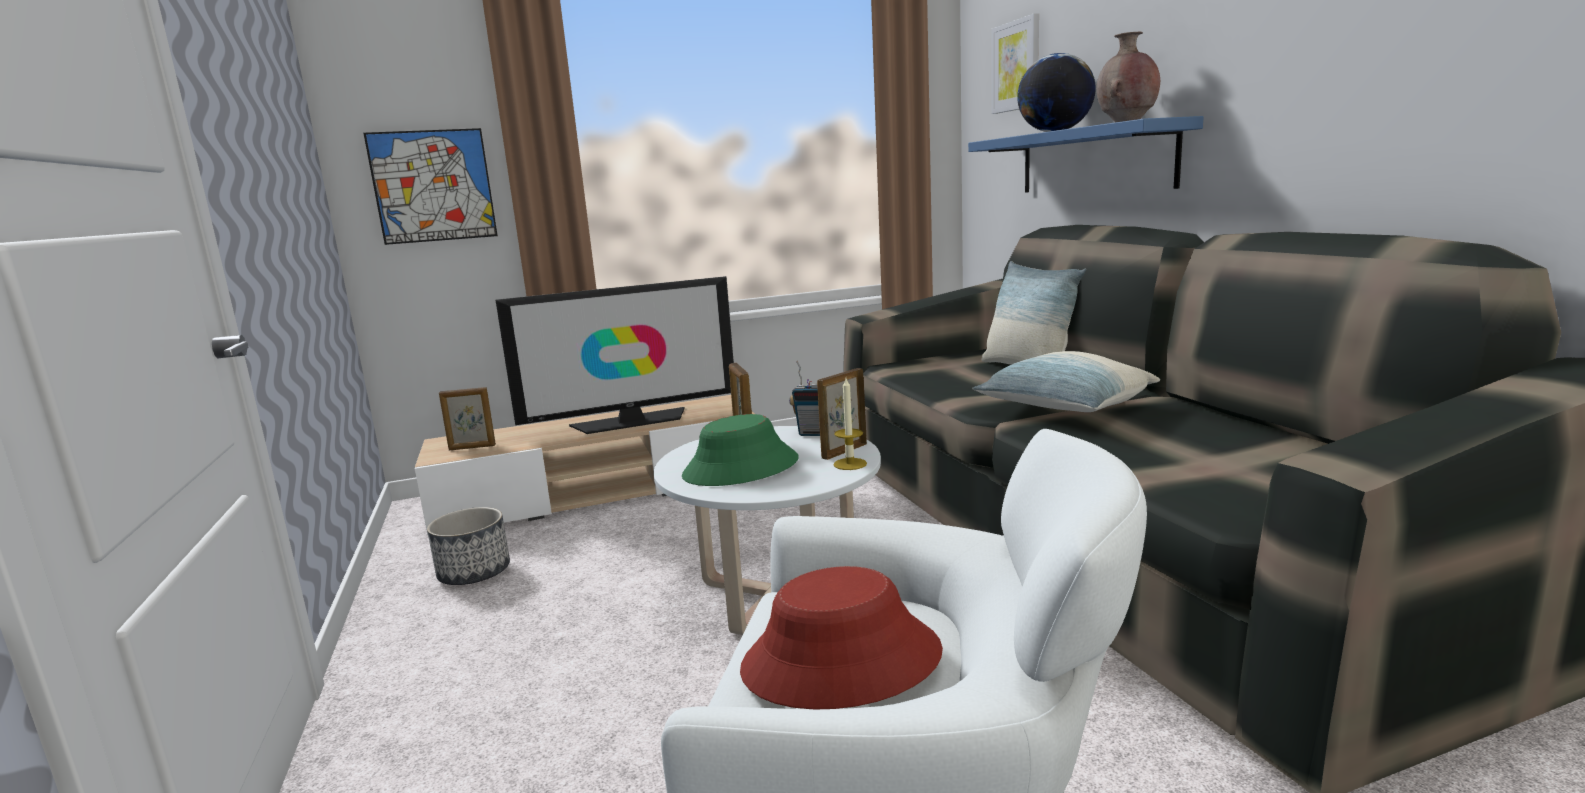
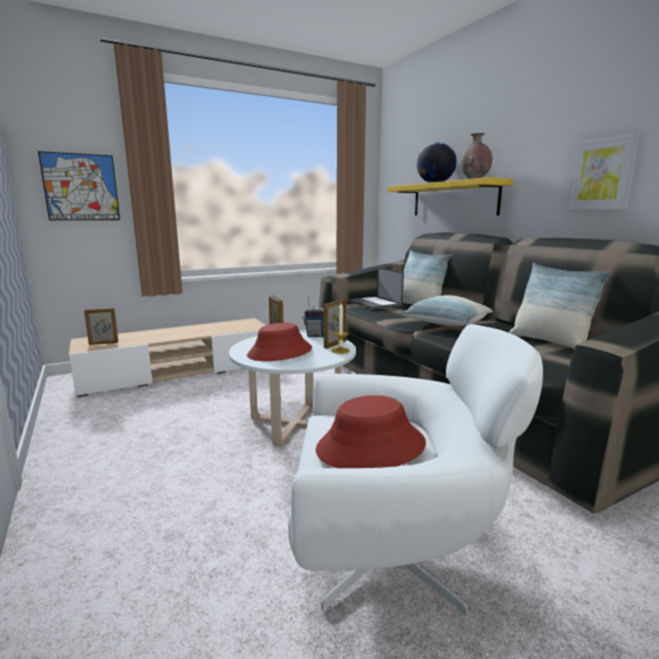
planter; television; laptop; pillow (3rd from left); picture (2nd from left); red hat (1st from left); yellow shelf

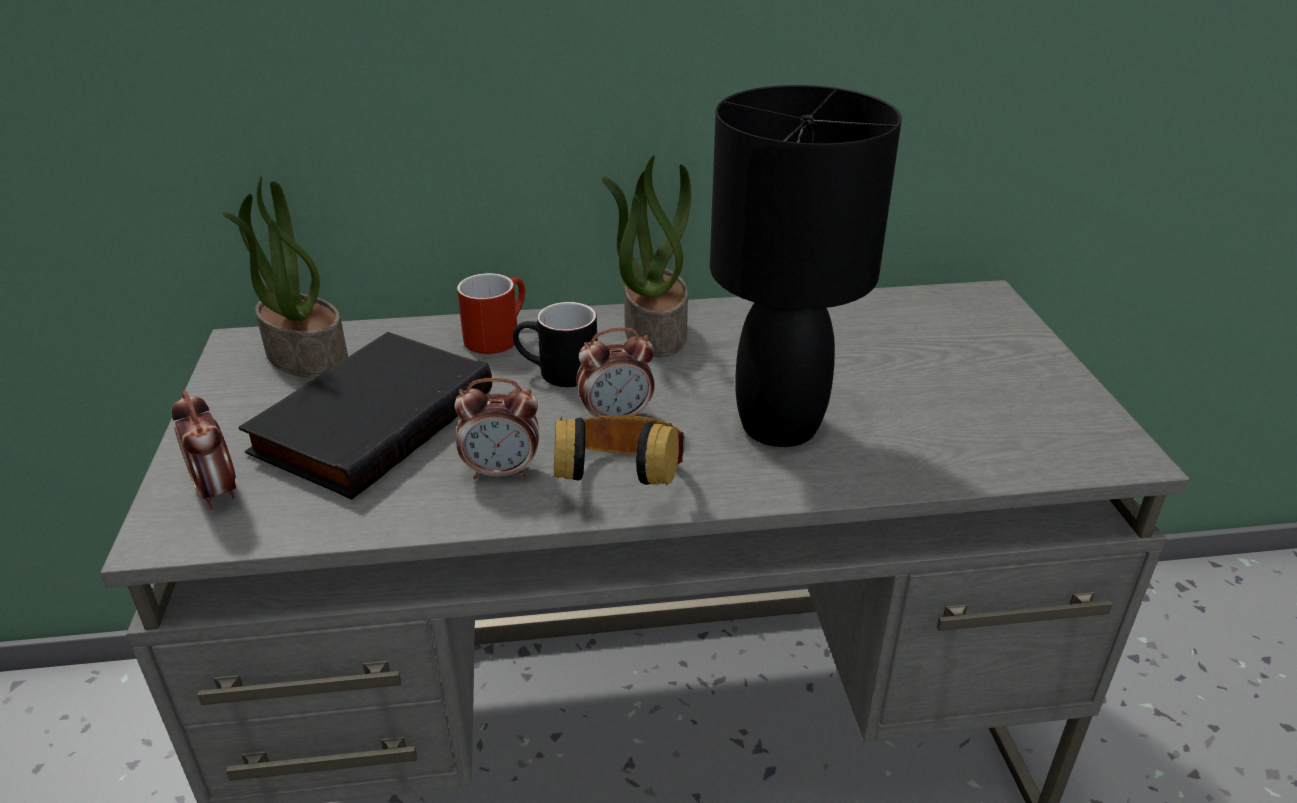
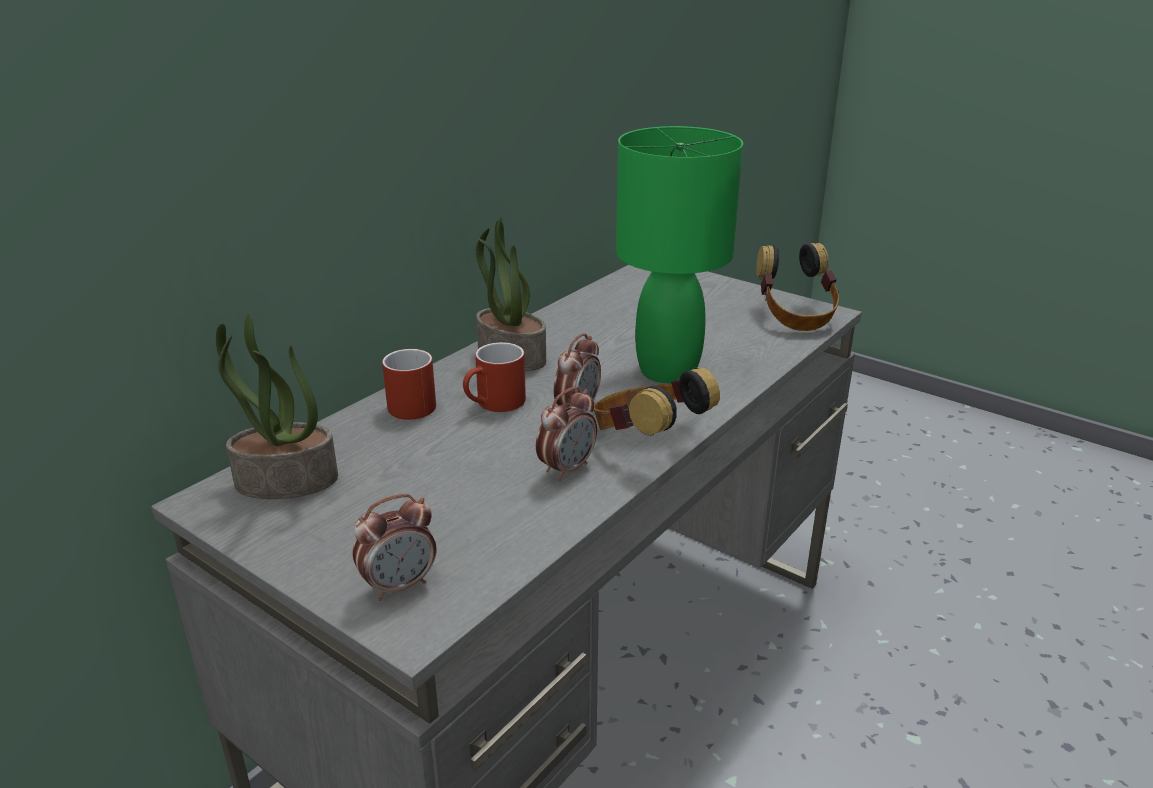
black book; headphones (2nd from left); red mug (2nd from left); green table lamp; alarm clock (1st from left)

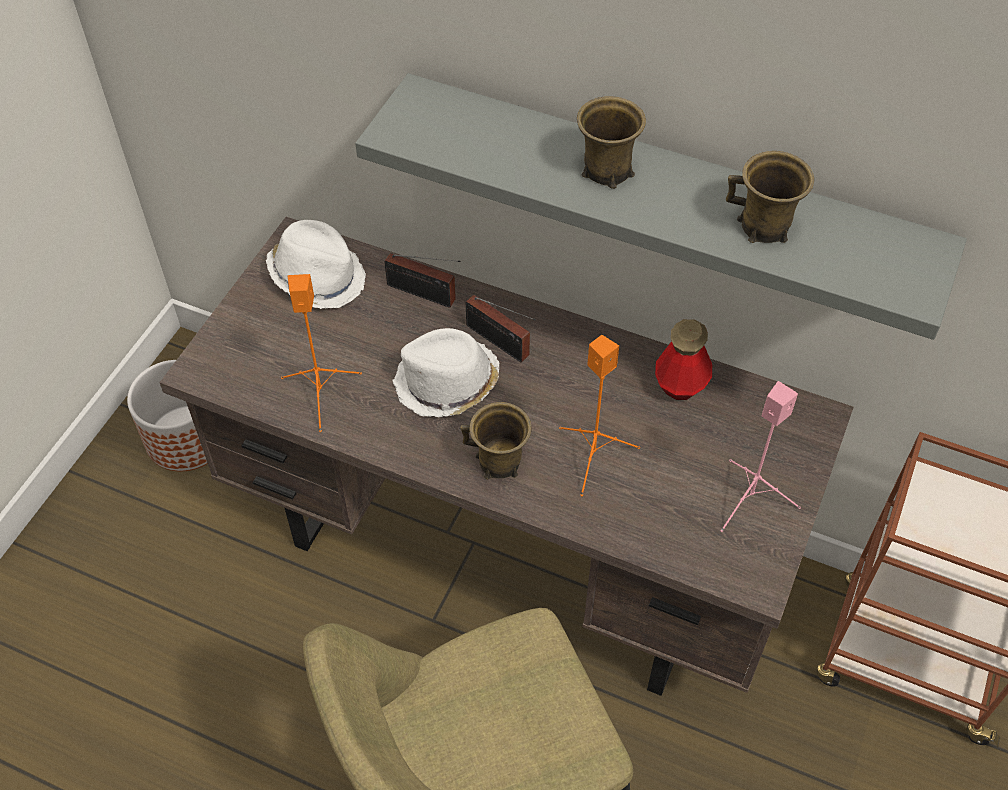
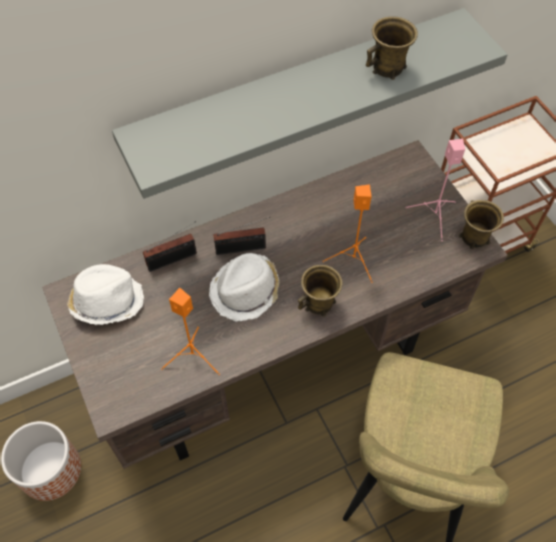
bottle; brown mug (3rd from left)

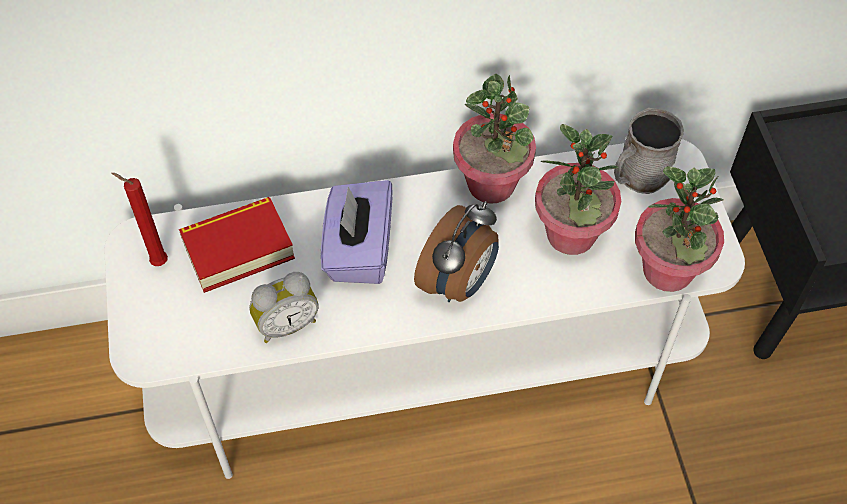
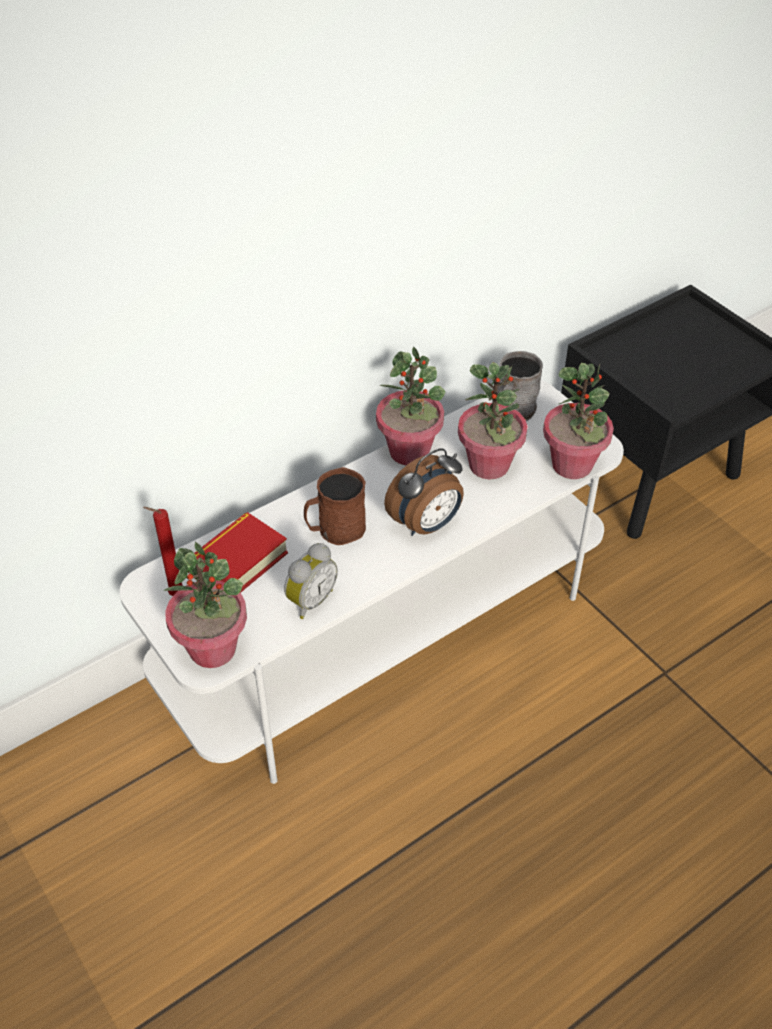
potted plant (1st from left); brown mug; alarm clock (2nd from left)

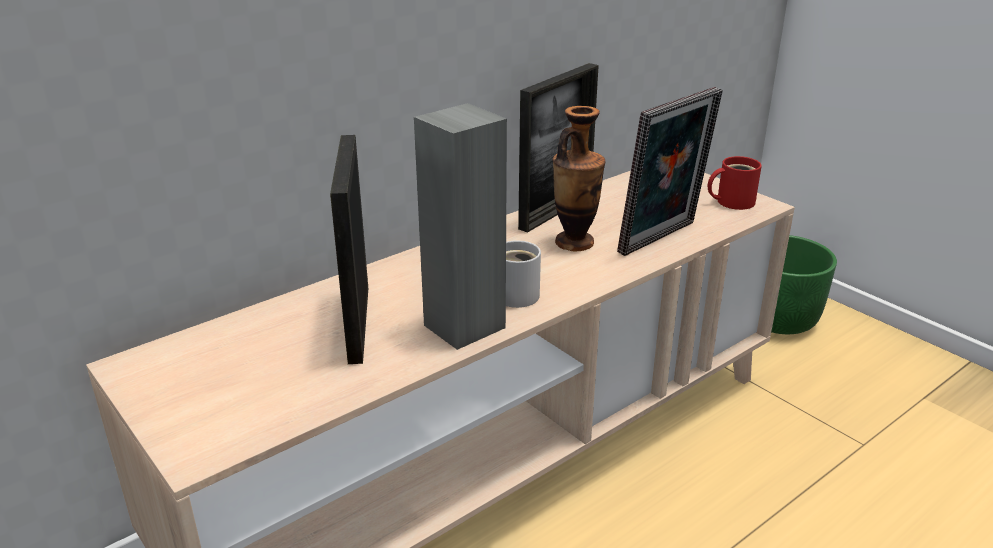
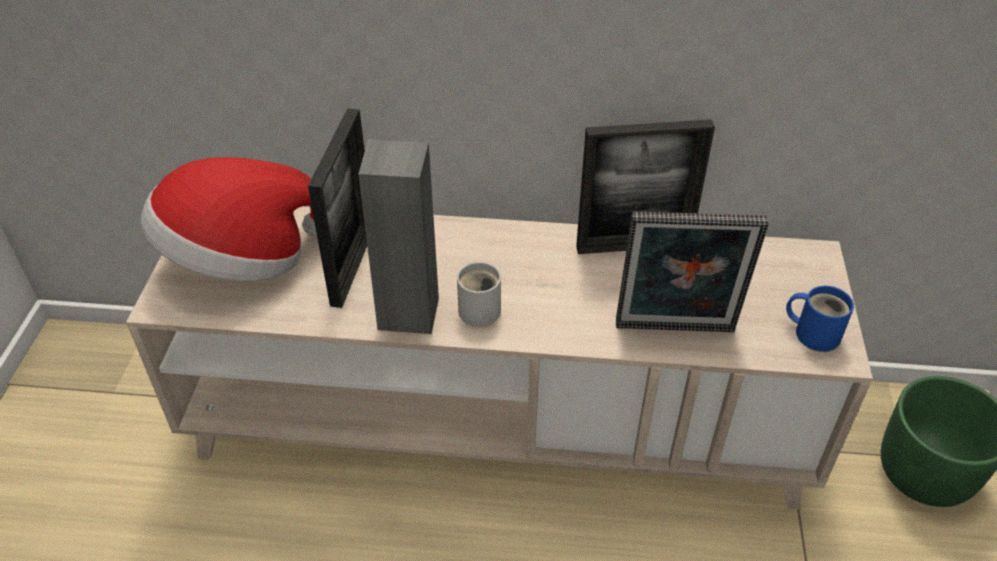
vase; hat; blue mug; picture frame (1st from left)

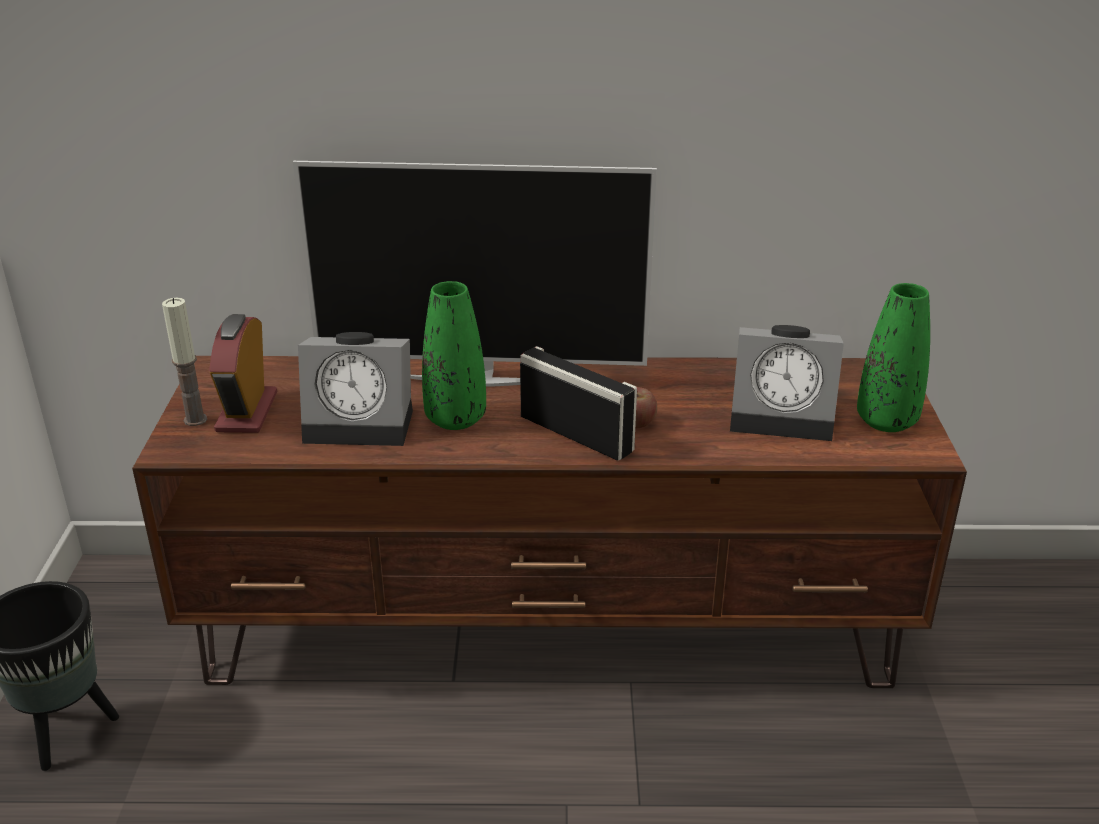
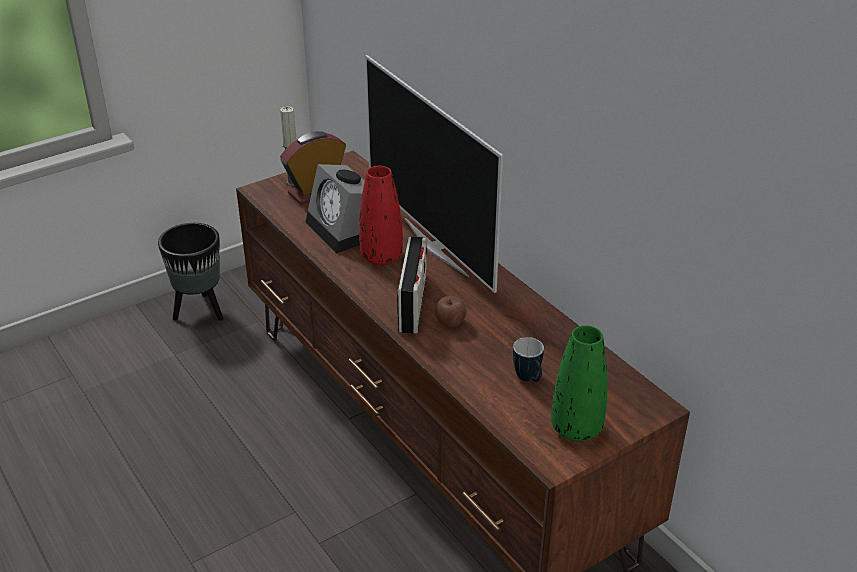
mug; red vase

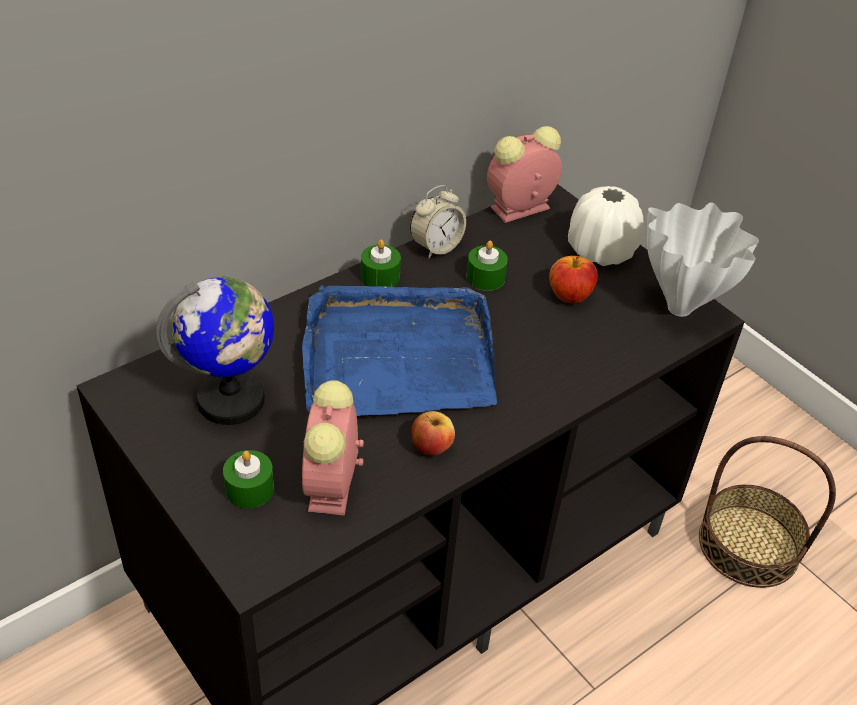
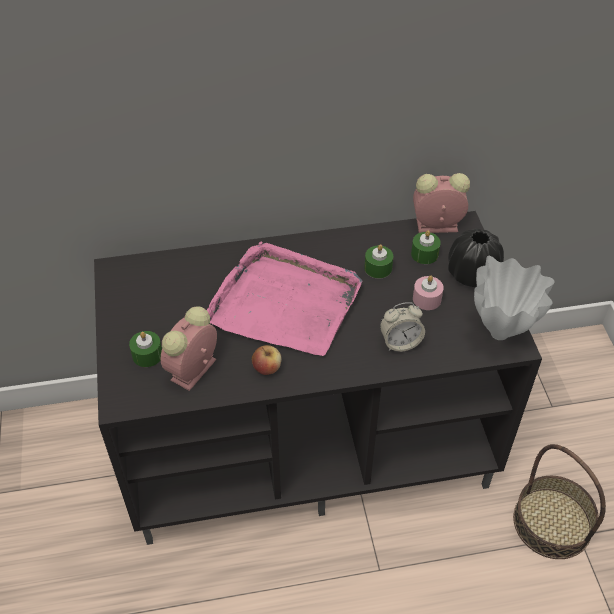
globe; green candle (3rd from left); alarm clock (2nd from left); pink candle; pink tray; black vase

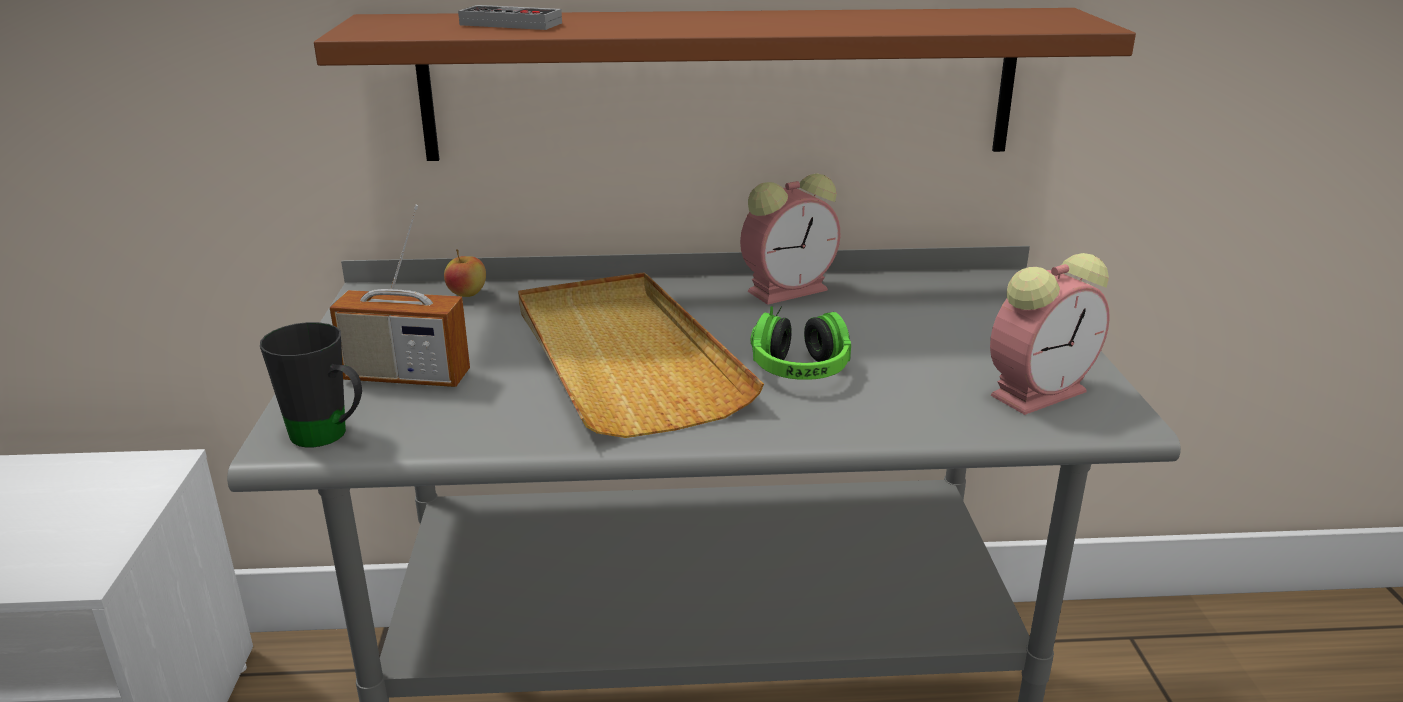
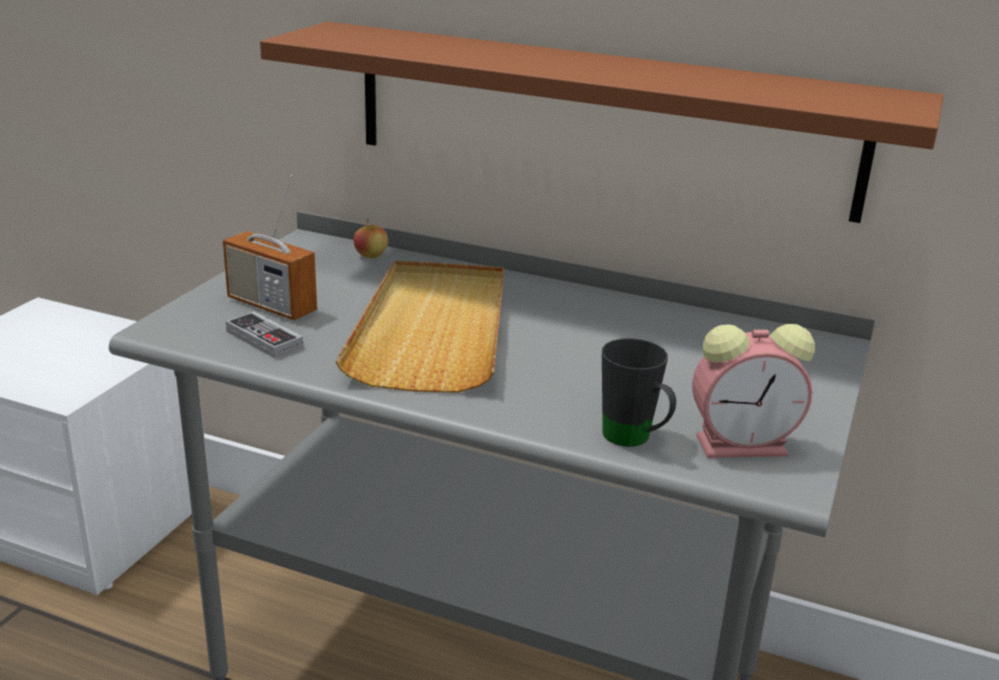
alarm clock (1st from left in the first image); headphones; black mug; game controller

